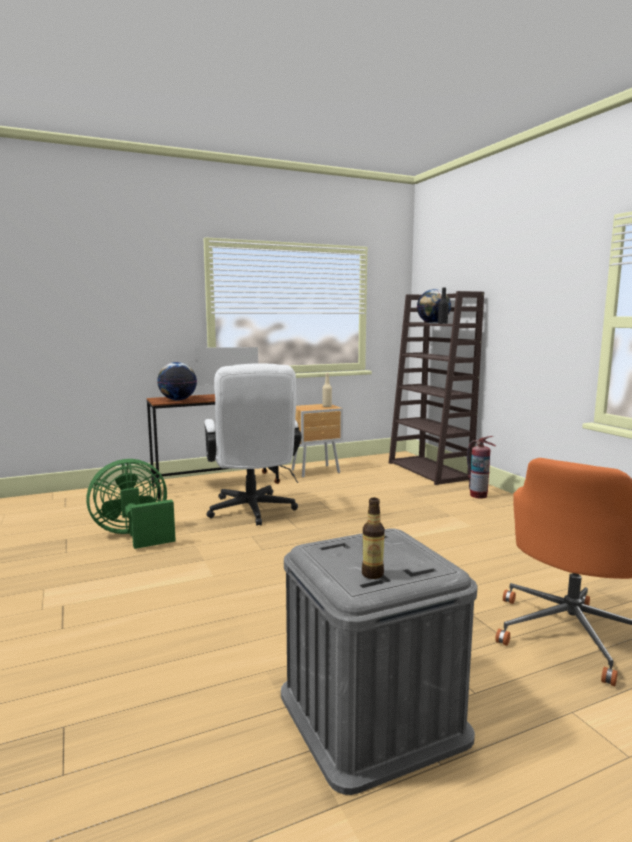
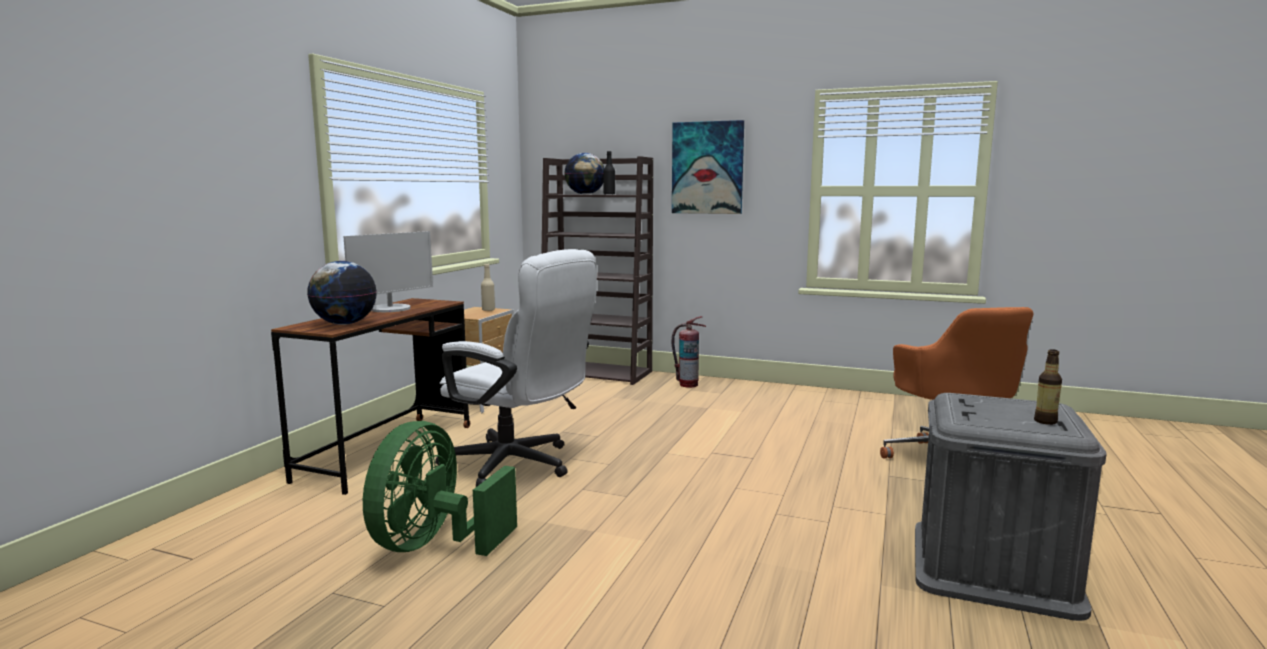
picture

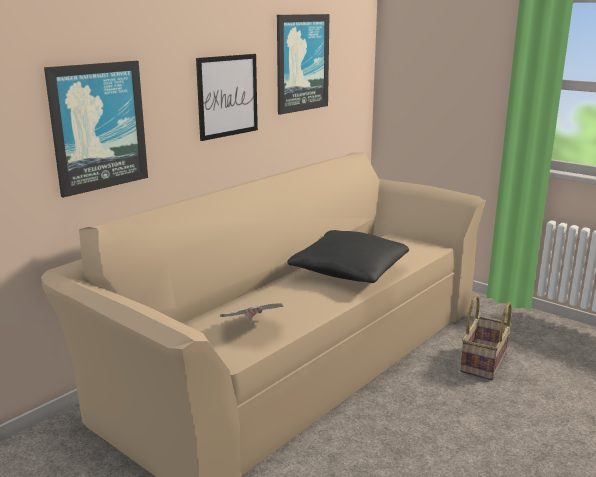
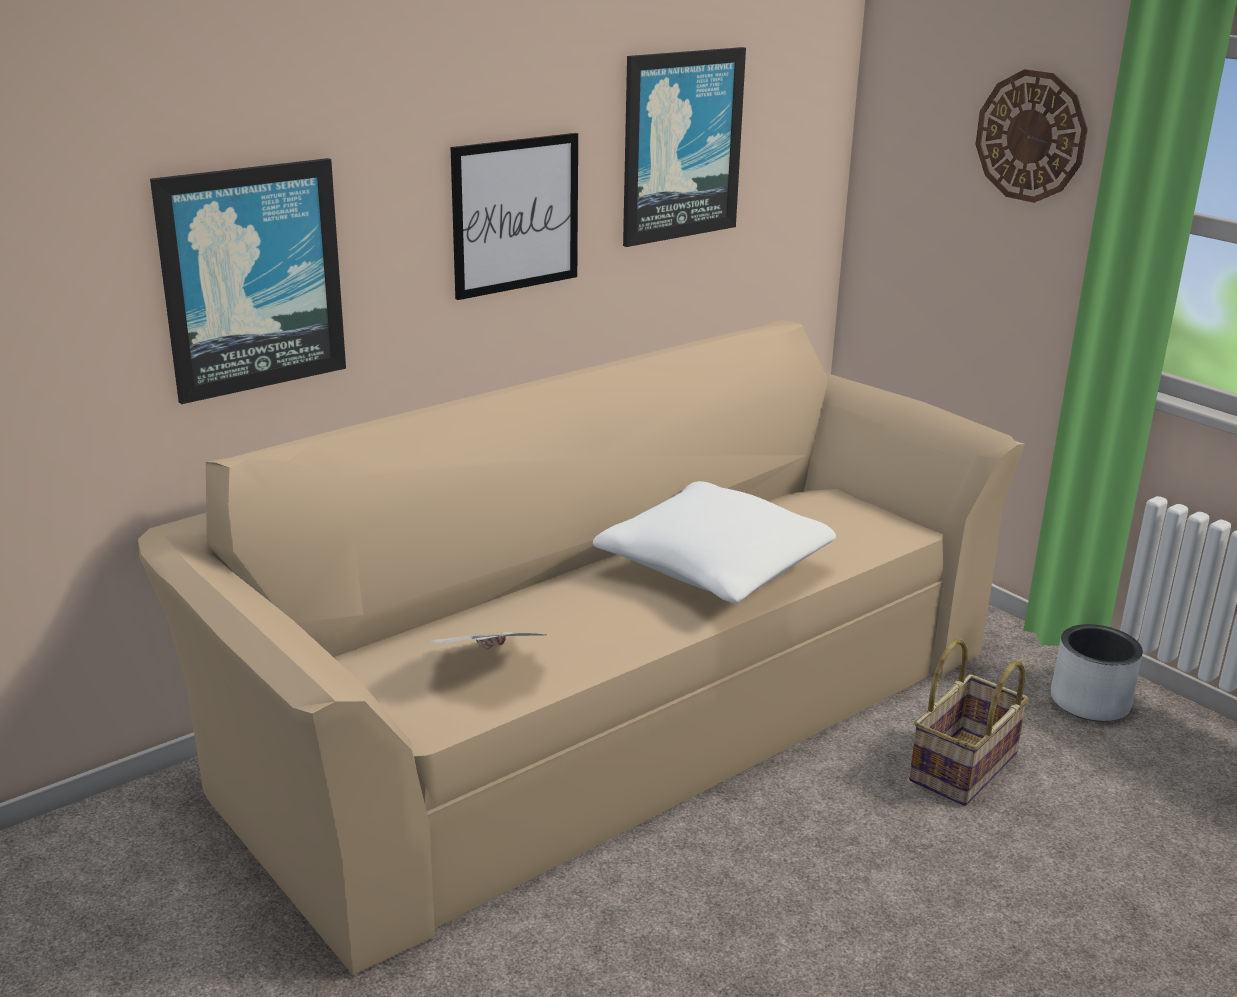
wall clock; grey planter; white pillow

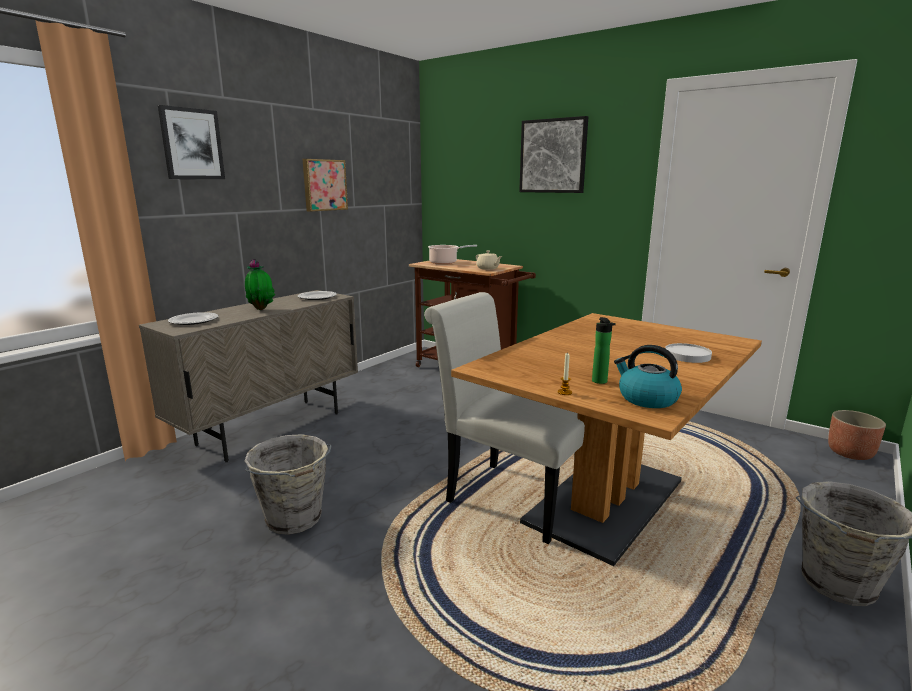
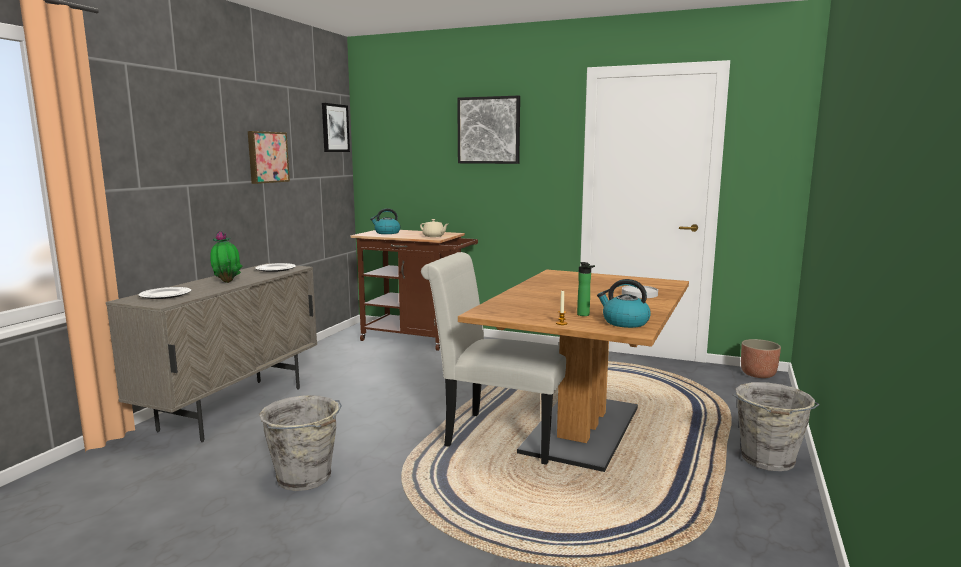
picture (2nd from left); kettle (1st from left)

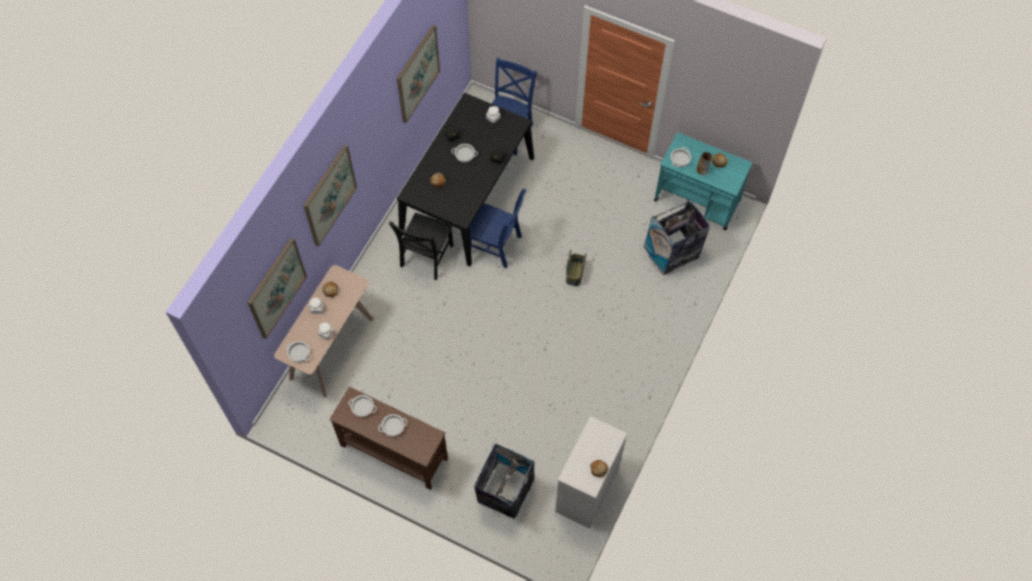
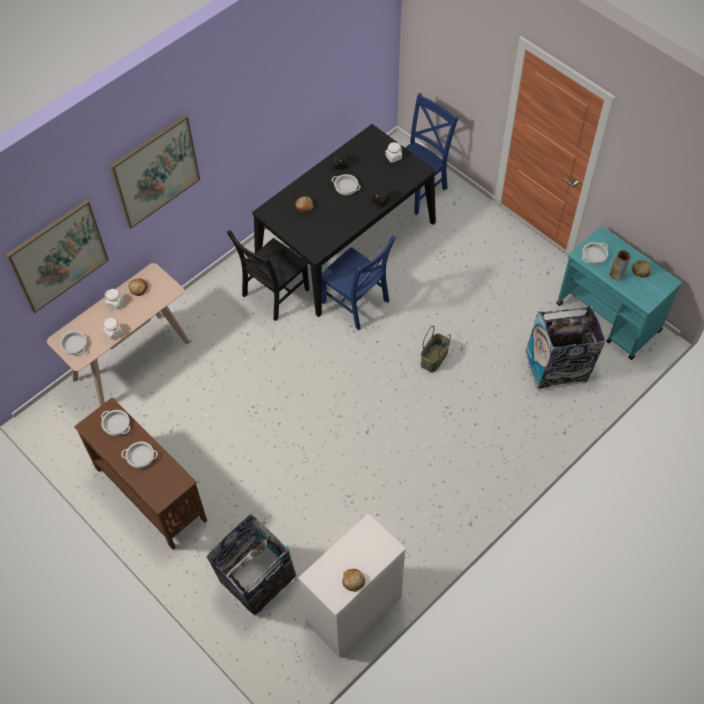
picture (3rd from left in the first image)

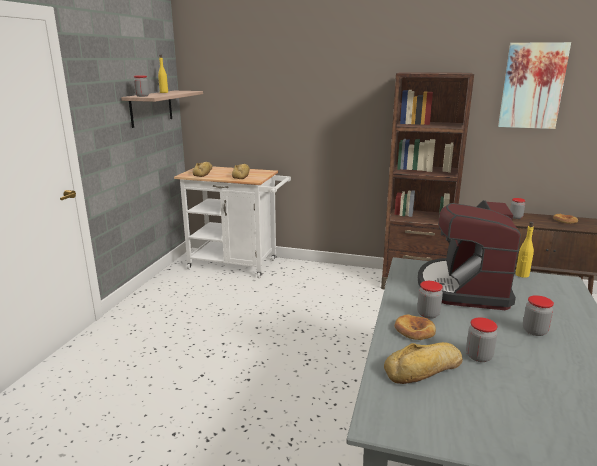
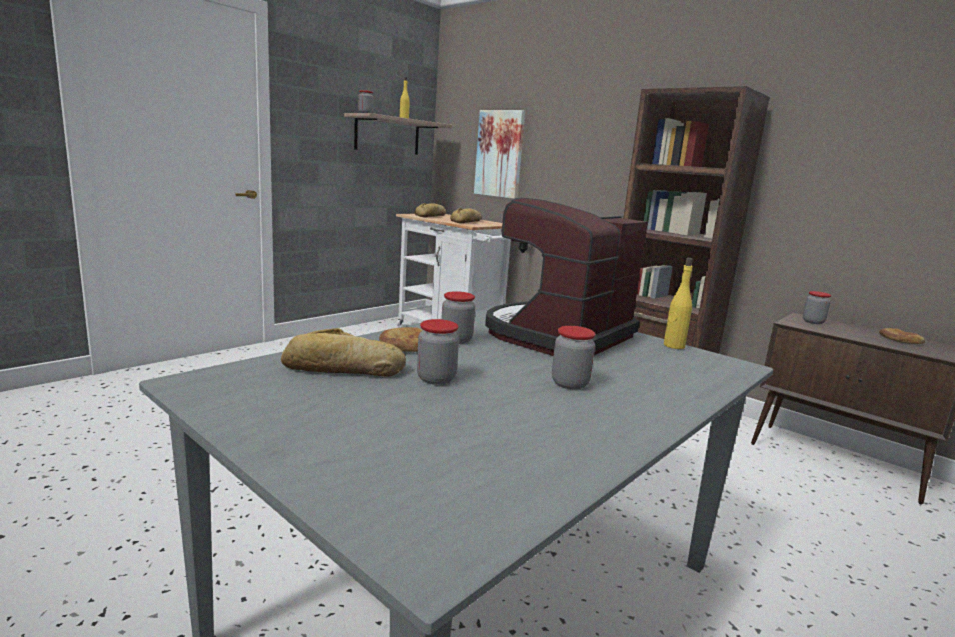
picture

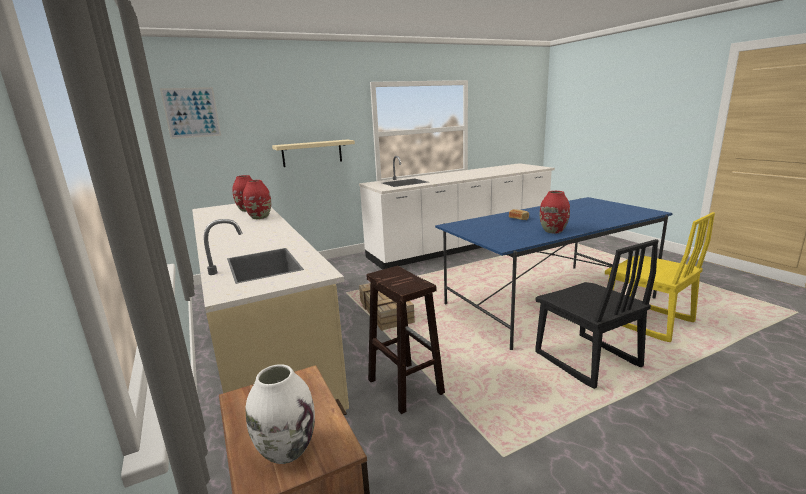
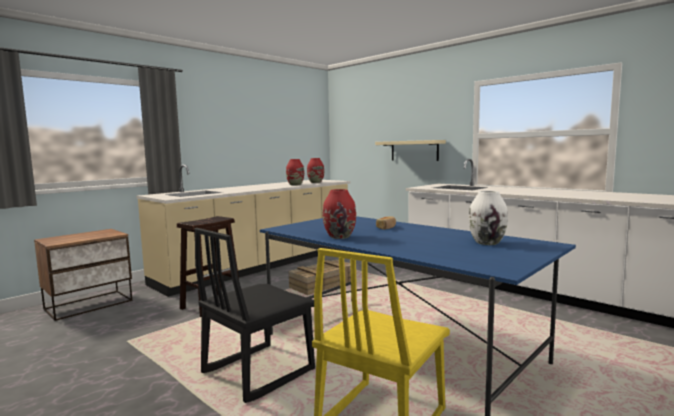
picture; white vase

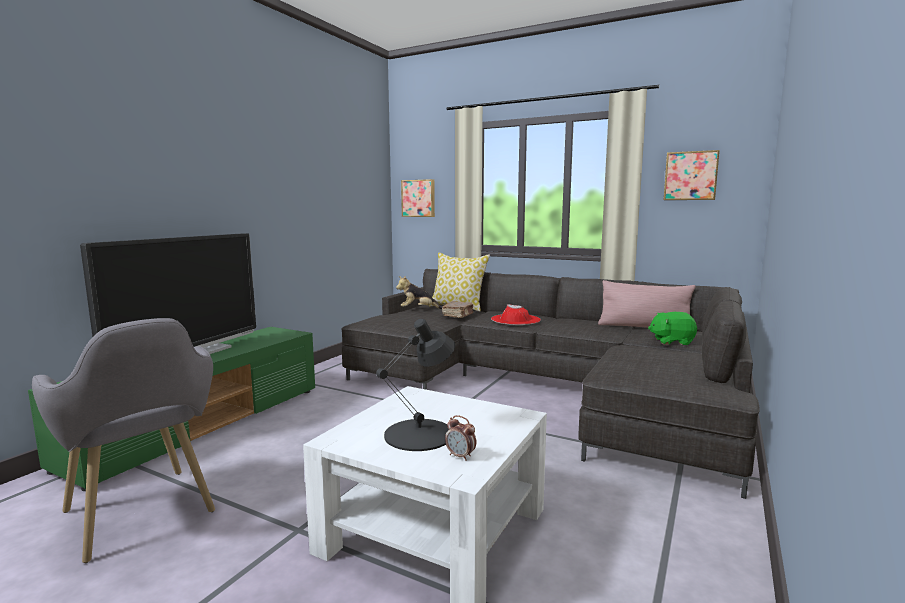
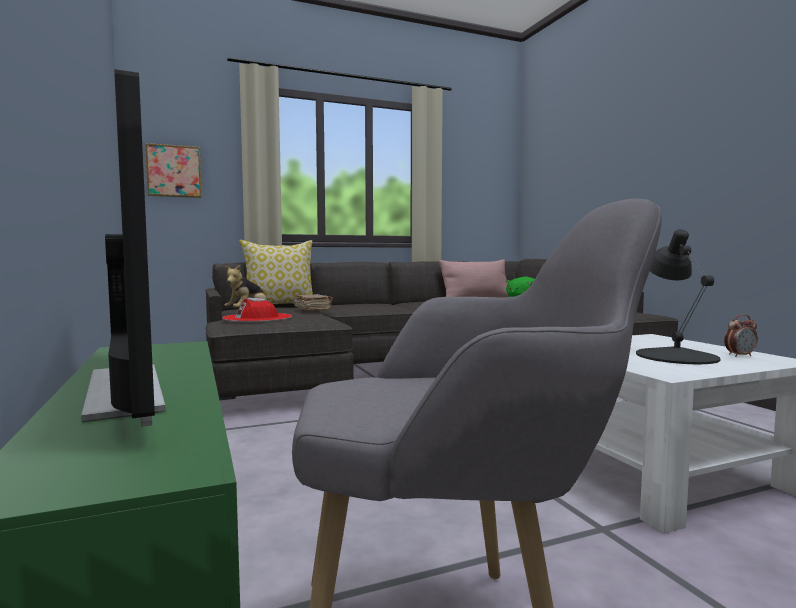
picture (2nd from left in the first image); red hat

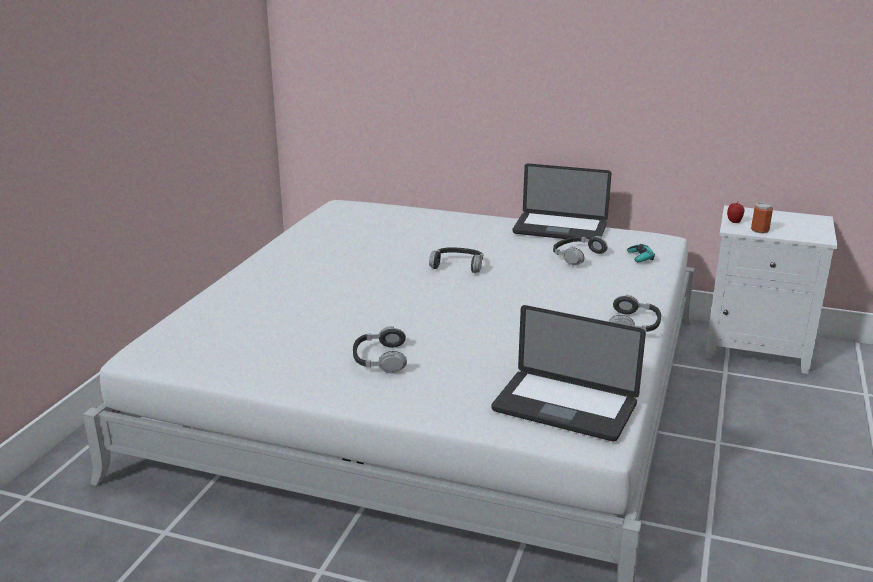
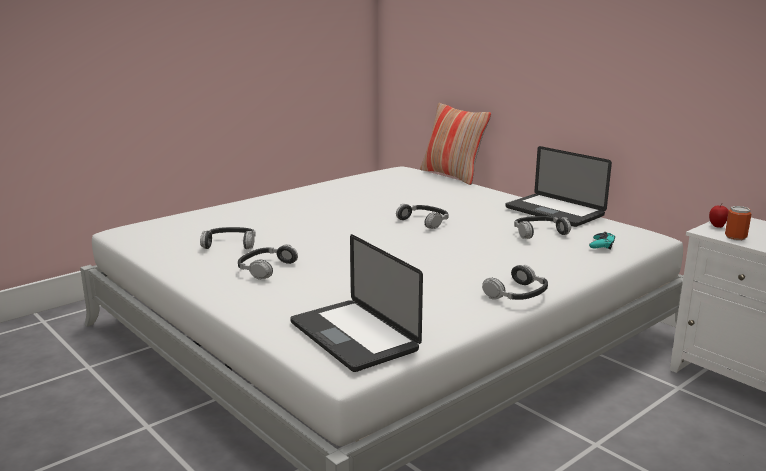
headphones (1st from left); pillow

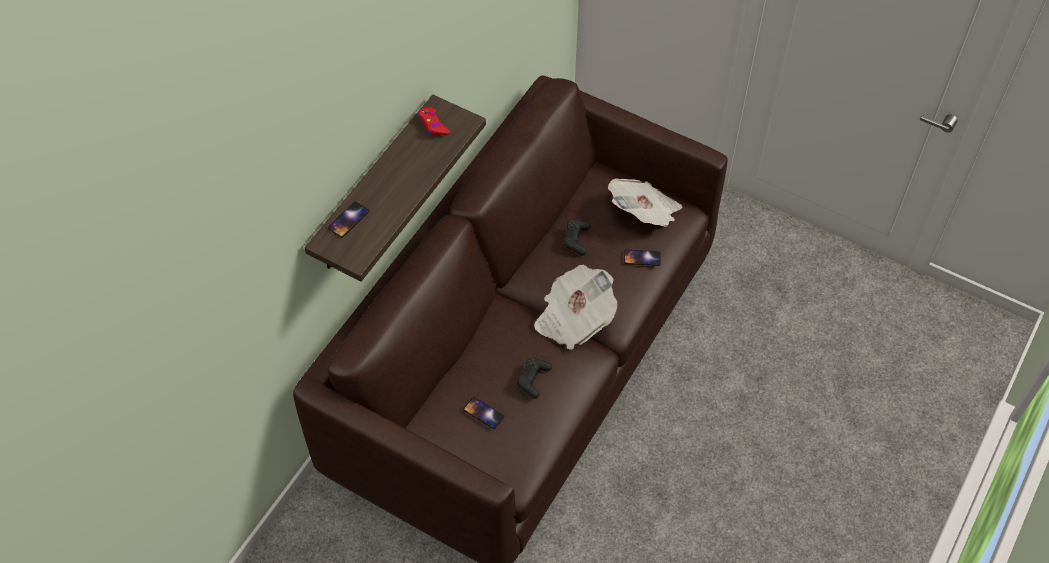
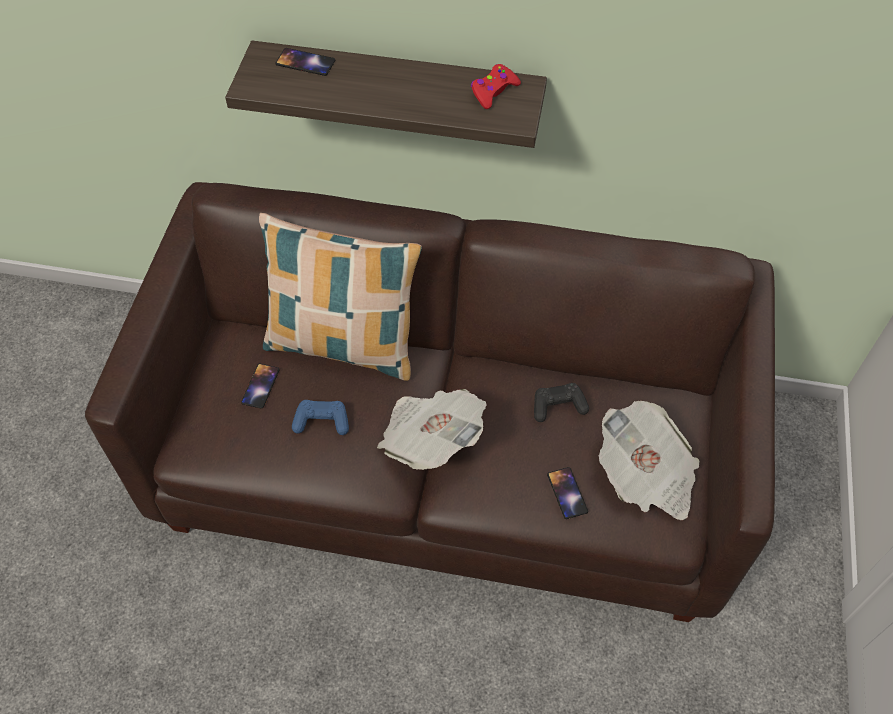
pillow; blue game controller

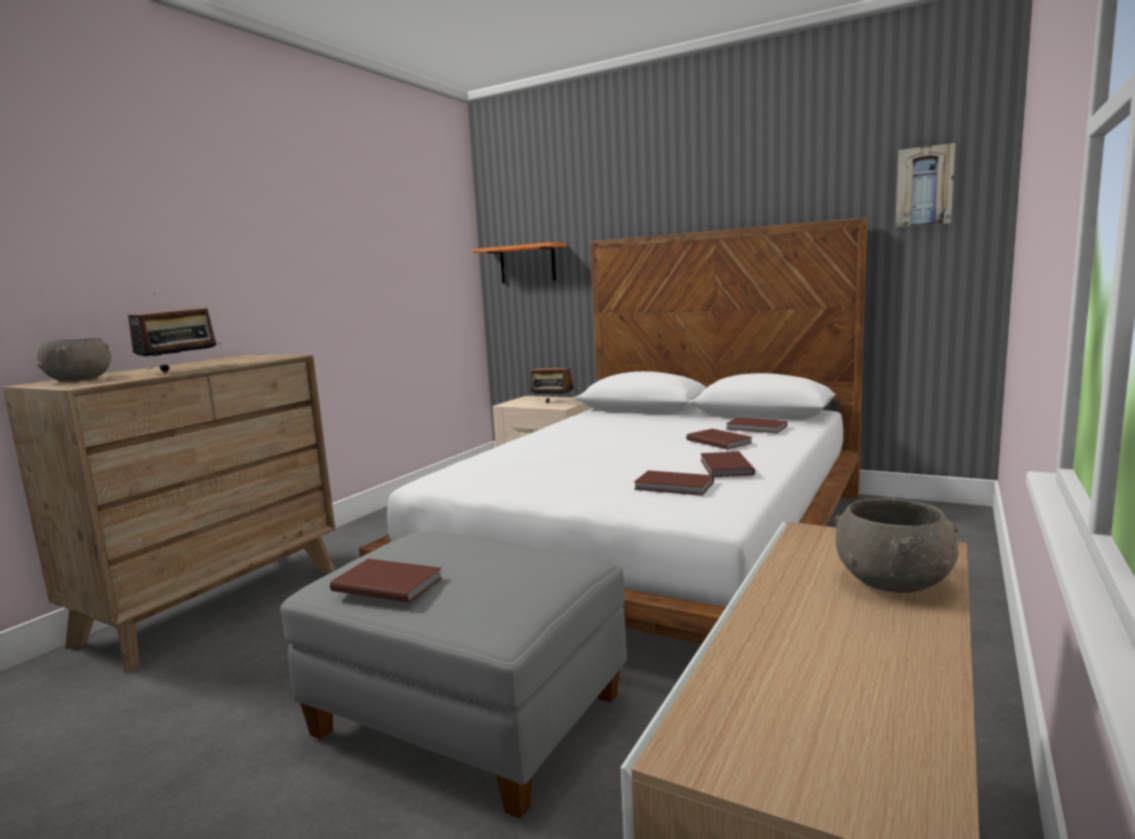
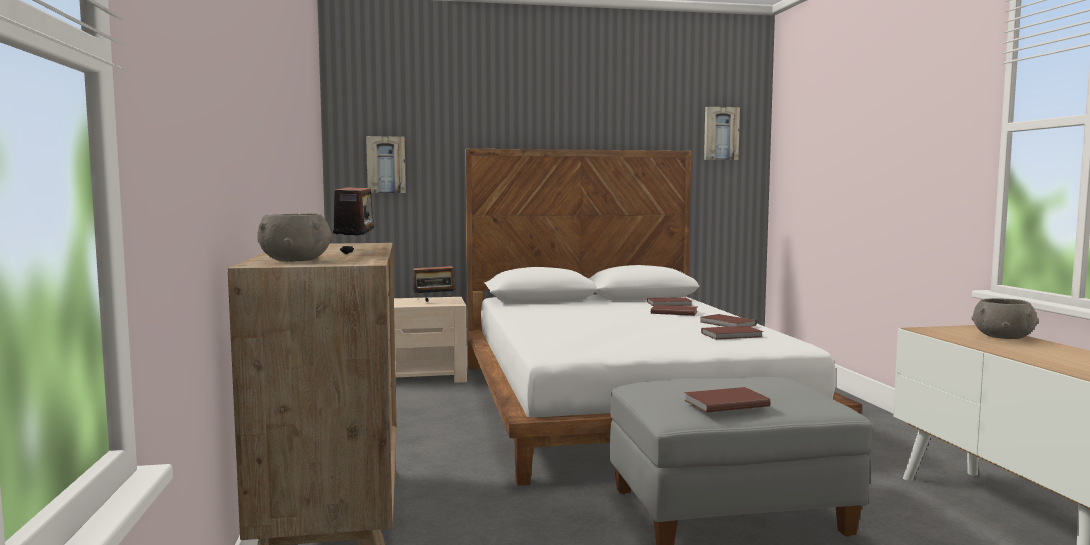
picture (1st from left)

